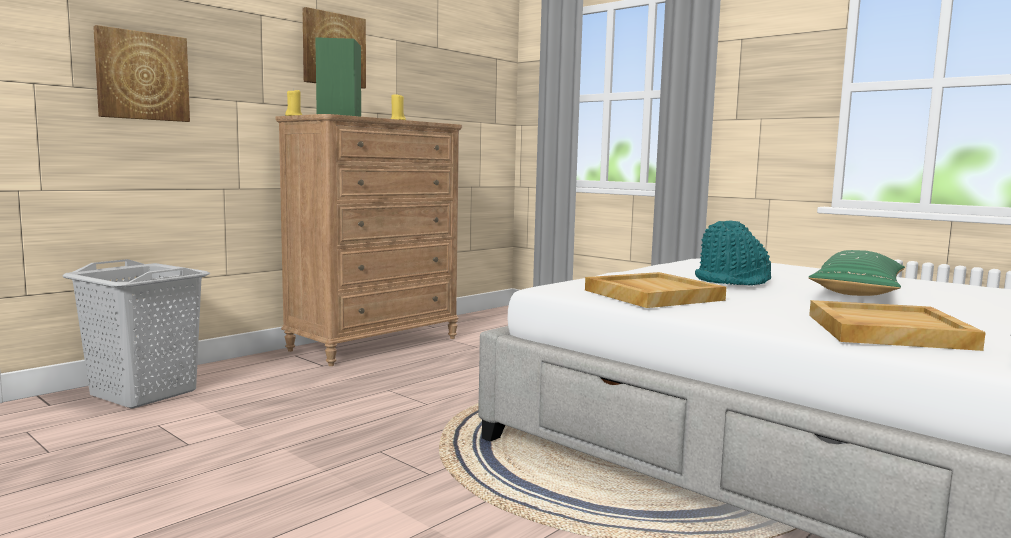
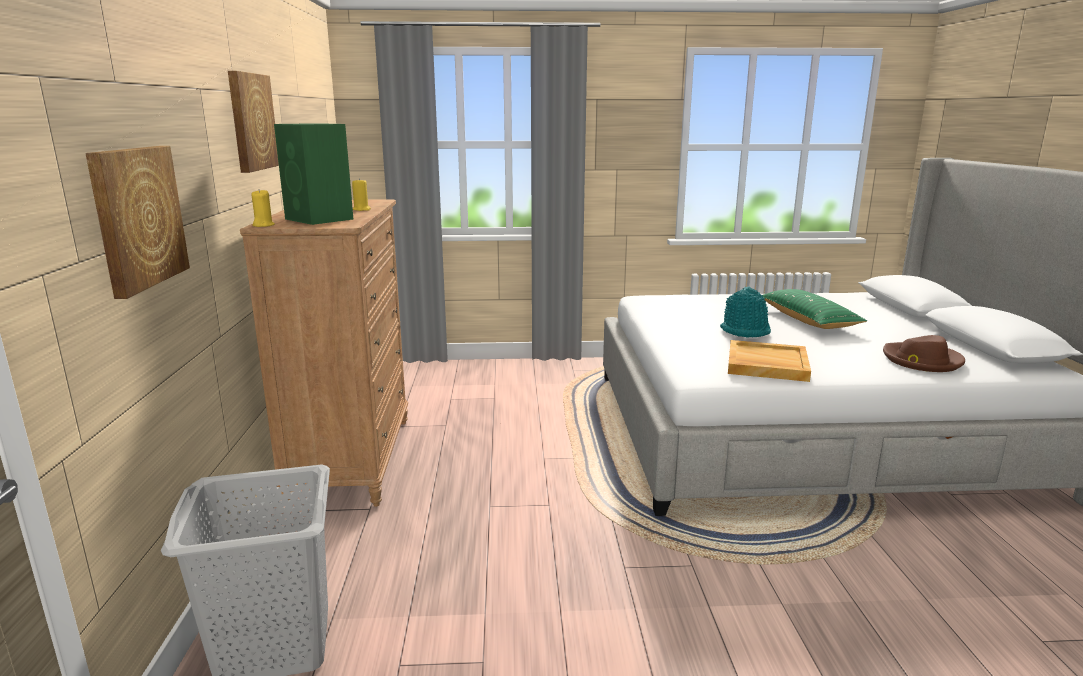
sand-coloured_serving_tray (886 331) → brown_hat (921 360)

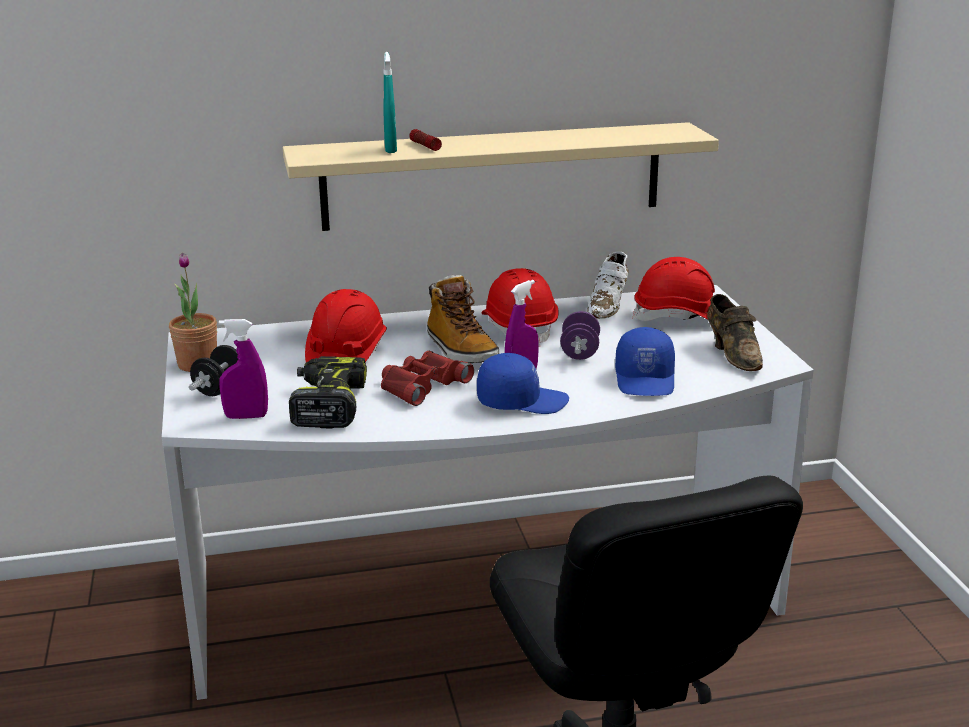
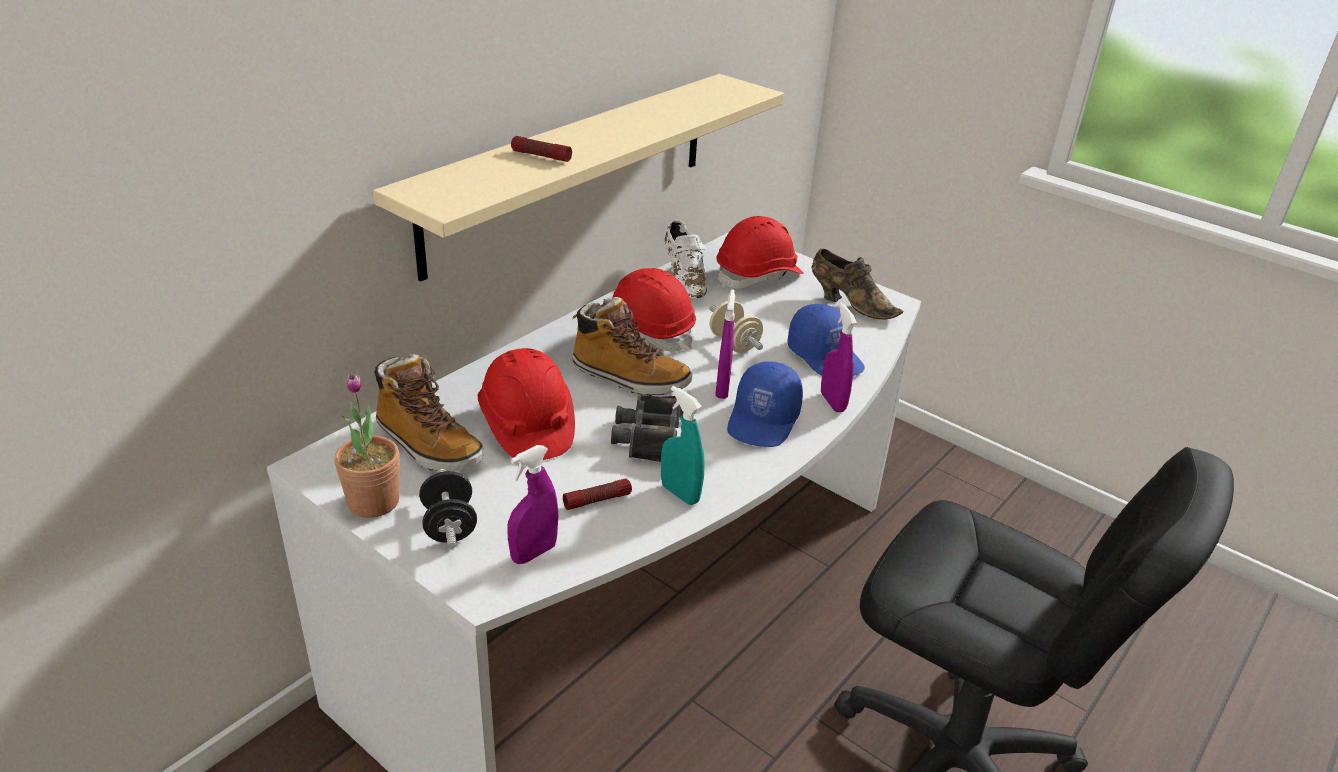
- → boot (427 445)
- → purple_hand_sprayer (832 402)
turquoise-coloured_hand_sprayer (390 149) → turquoise-coloured_hand_sprayer (680 493), relocated
power_drill (327 405) → torch (597 500)
red_binoculars (421 385) → black_binoculars (652 436)
purple_free_weight (580 352) → sand-coloured_free_weight (734 343)
bluish_baseball_cap (522 401) → bluish_baseball_cap (764 420), 150 degrees clockwise

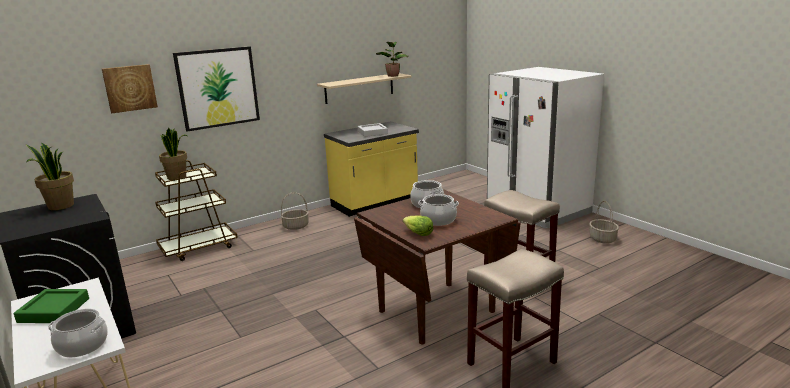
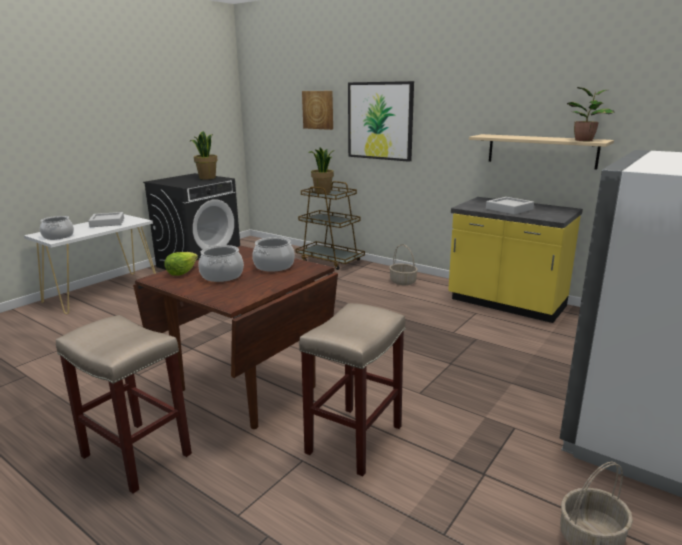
greenish_serving_tray (54 310) → gray_serving_tray (107 223)

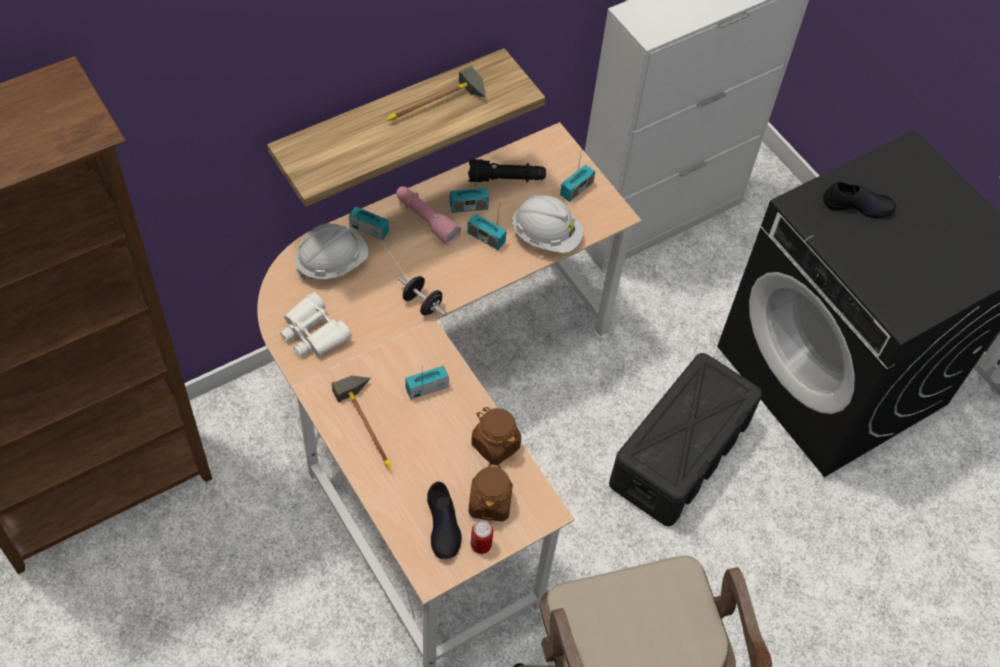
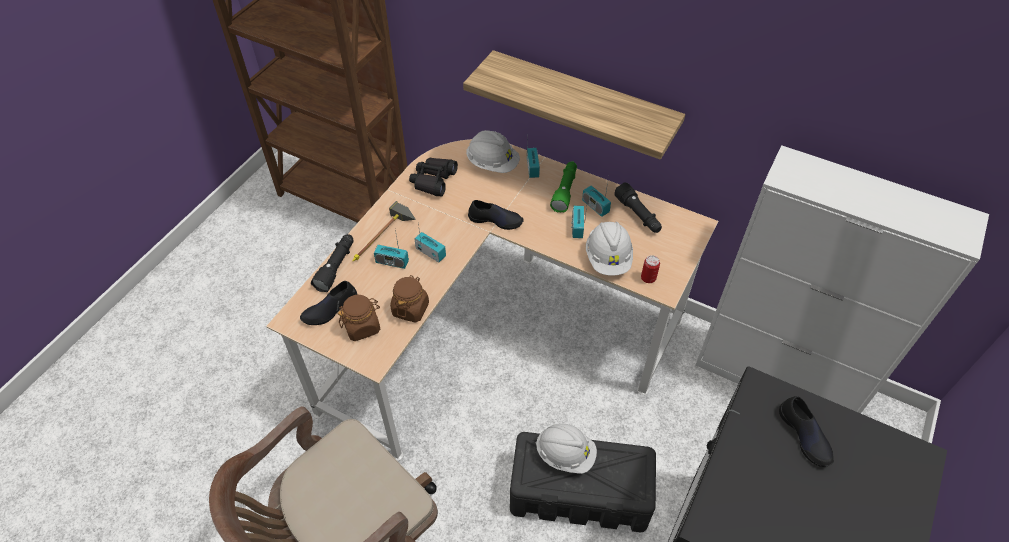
hammer (435 108) → -
- → black_torch (336 267)
- → whitish_hard_hat (565 454)
can (481 545) → can (648 278), relocated
radio_receiver (576 189) → radio_receiver (392 262), relocated
black_free_weight (422 304) → black_shoe (495 220)
whitish_binoculars (314 333) → black_binoculars (433 180)
pink_torch (426 220) → greenish_torch (565 191)

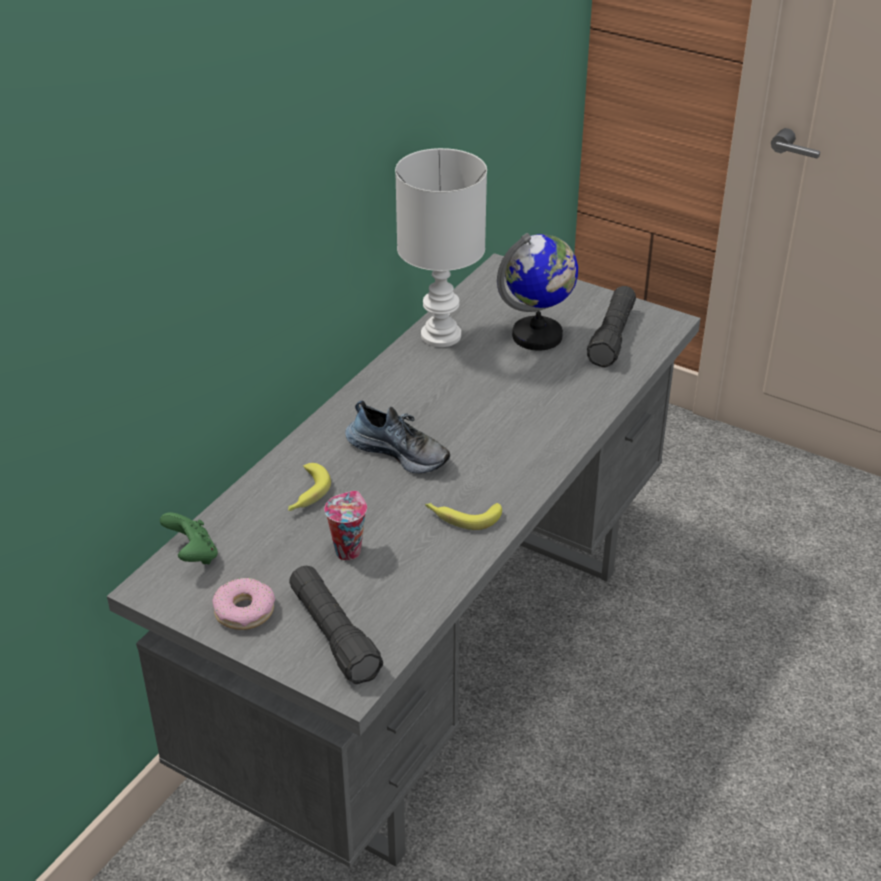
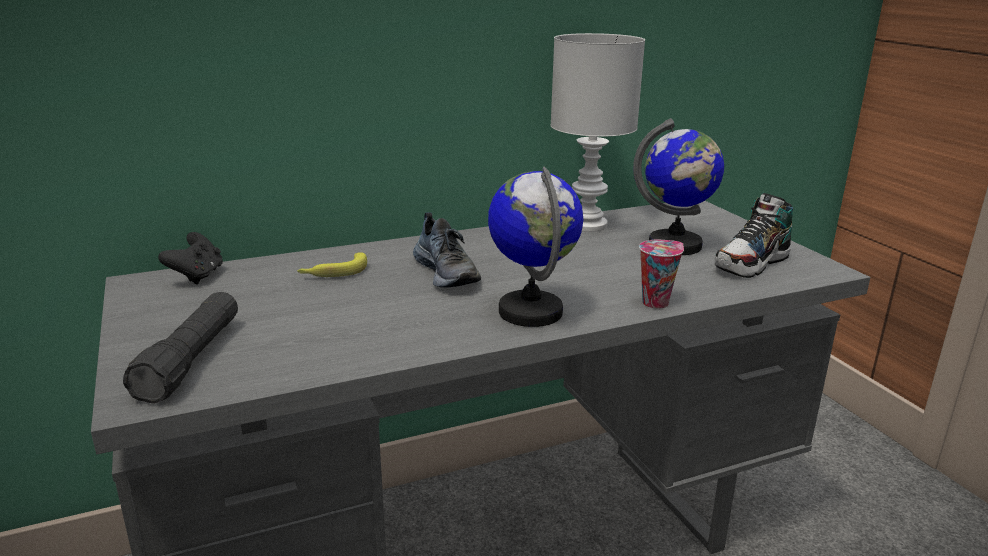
donut (244 611) → -
banana_fruit (462 517) → -
- → desk_globe (531 311)
cup (348 550) → cup (656 302), relocated
black_torch (612 337) → shoe (752 264)
greenish_gamepad (193 555) → black_gamepad (197 276)

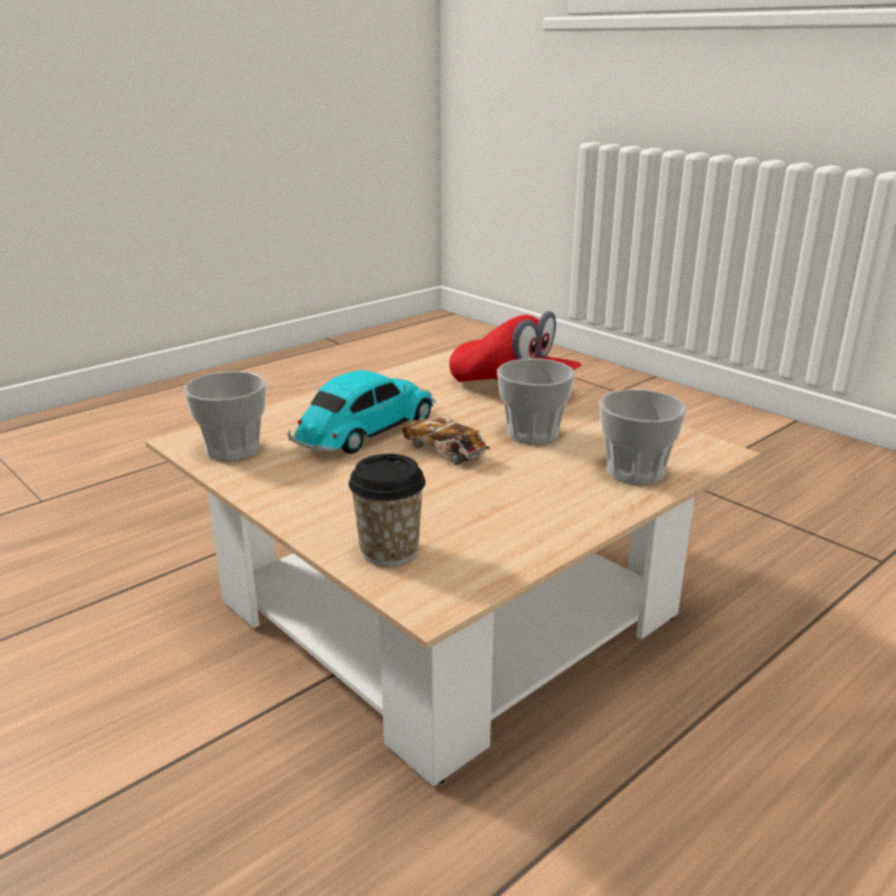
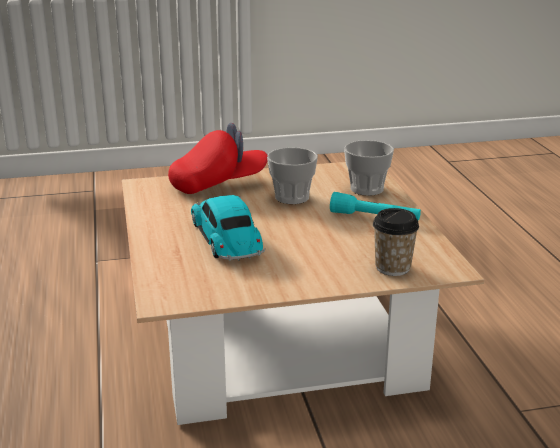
cup (232 449) → -
toy_car (444 452) → -
- → turquoise-coloured_torch (374 217)

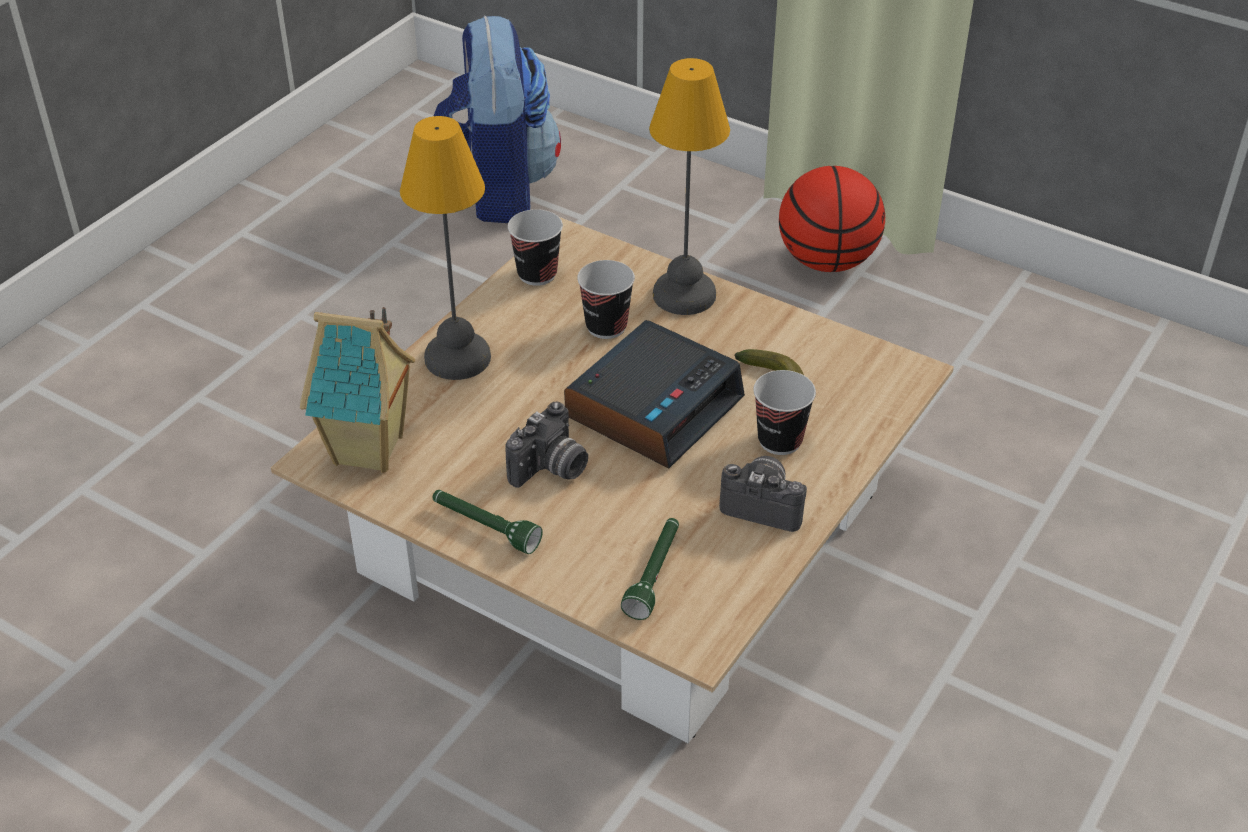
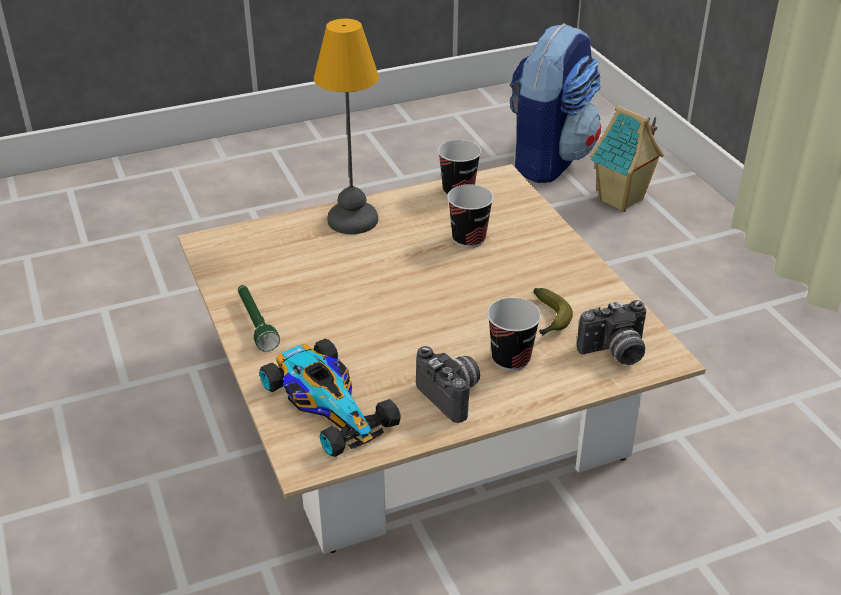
bedside_clock (654 406) → -
lamp_for_a_table (684 296) → -
basketball_ball (826 261) → -
toy_house (370 451) → toy_house (621 201), relocated
still_camera (551 470) → still_camera (614 353), relocated
greenish_torch (654 575) → toy_car (327 403)

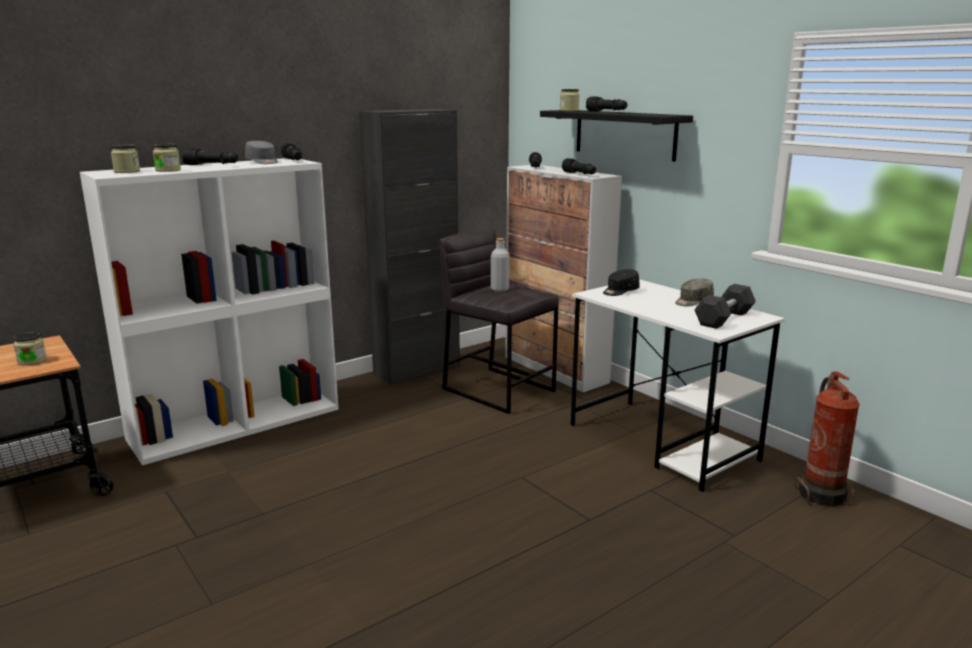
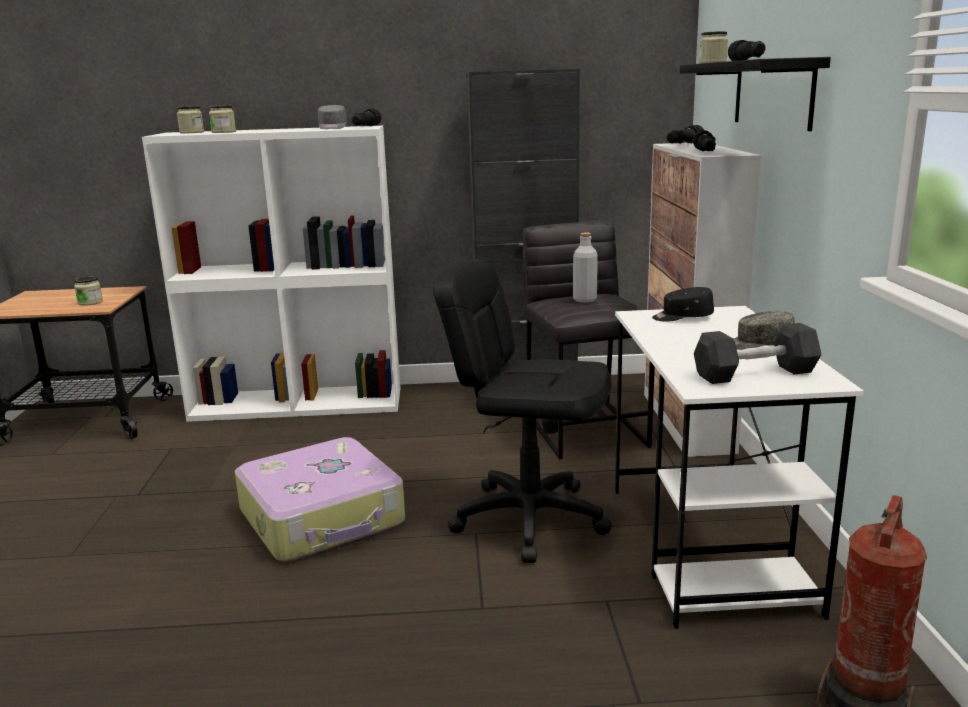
black_torch (212 165) → -
- → piece_of_luggage (323 517)
- → black_desk_chair (529 519)

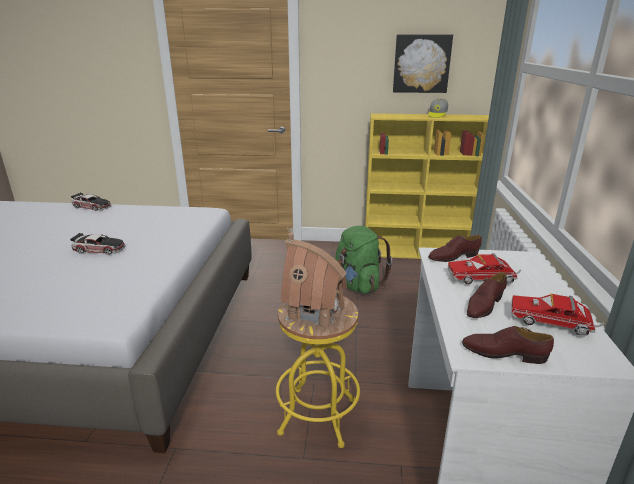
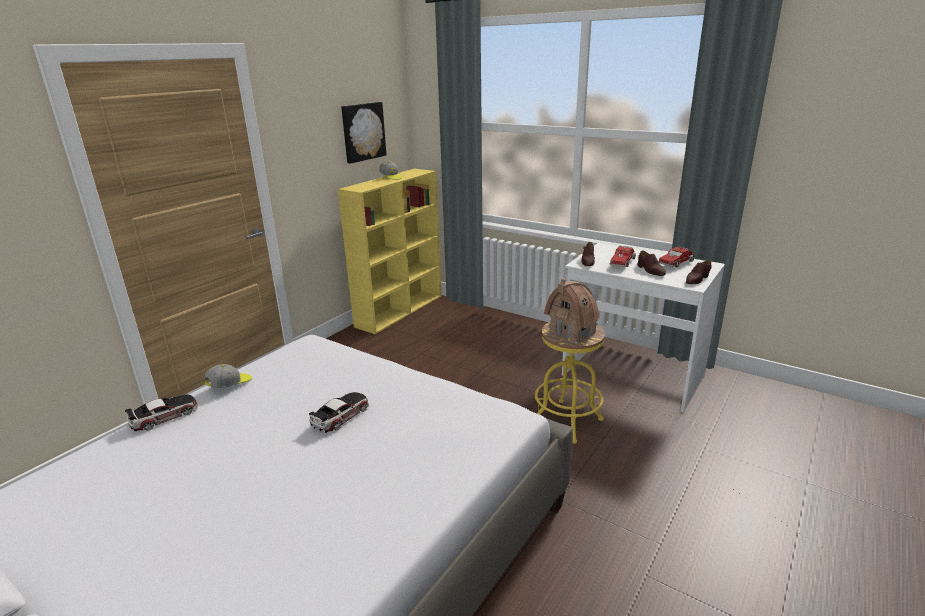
greenish_backpack (358 285) → -
- → baseball_cap (230 385)

